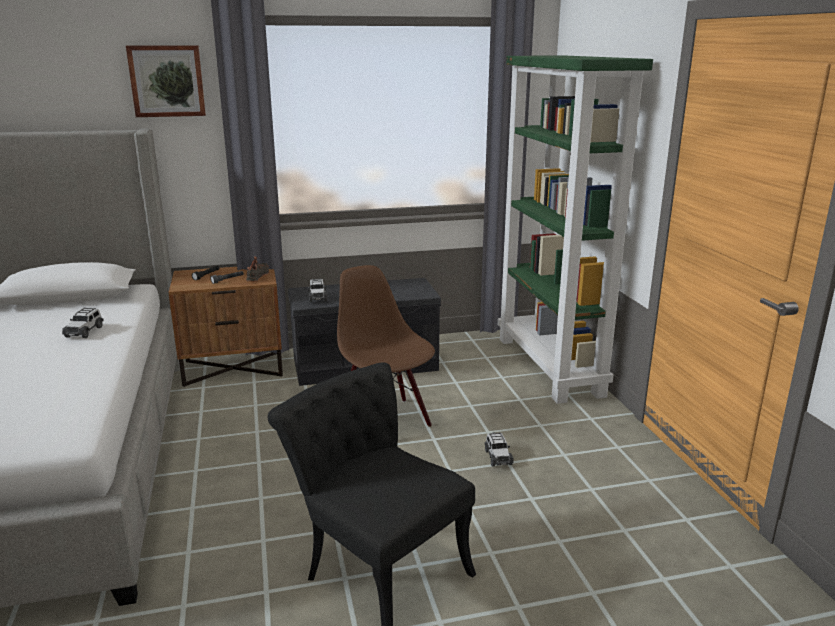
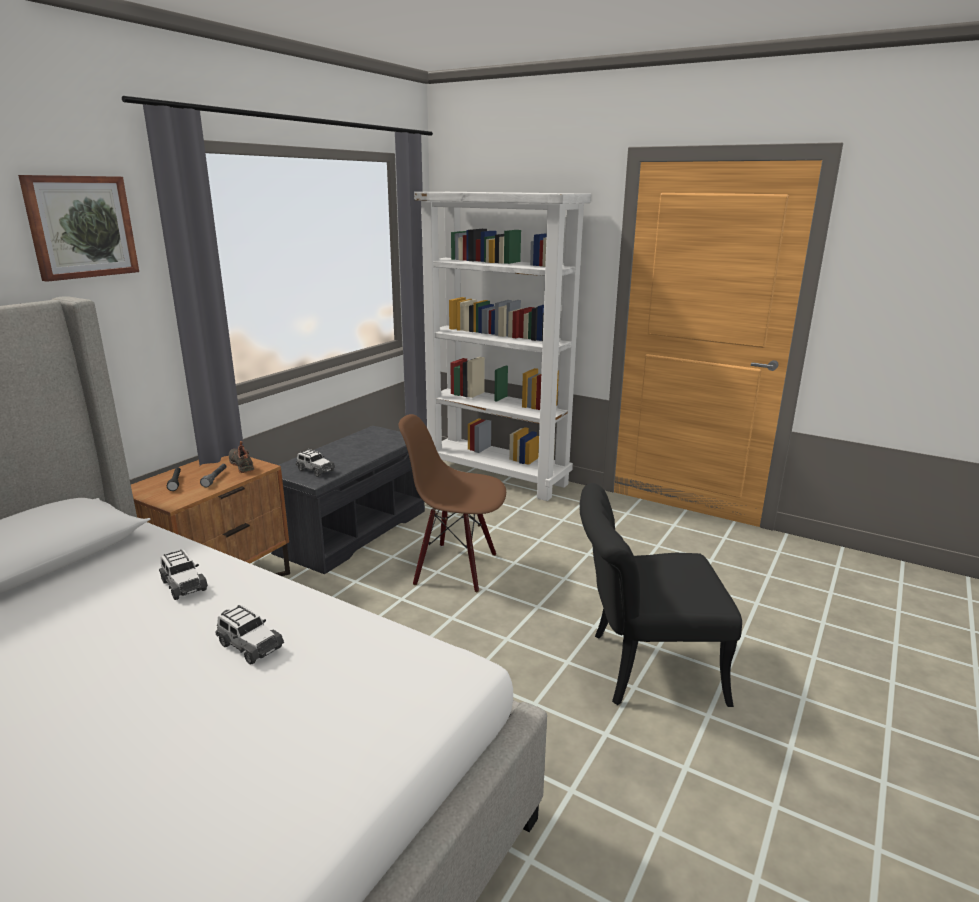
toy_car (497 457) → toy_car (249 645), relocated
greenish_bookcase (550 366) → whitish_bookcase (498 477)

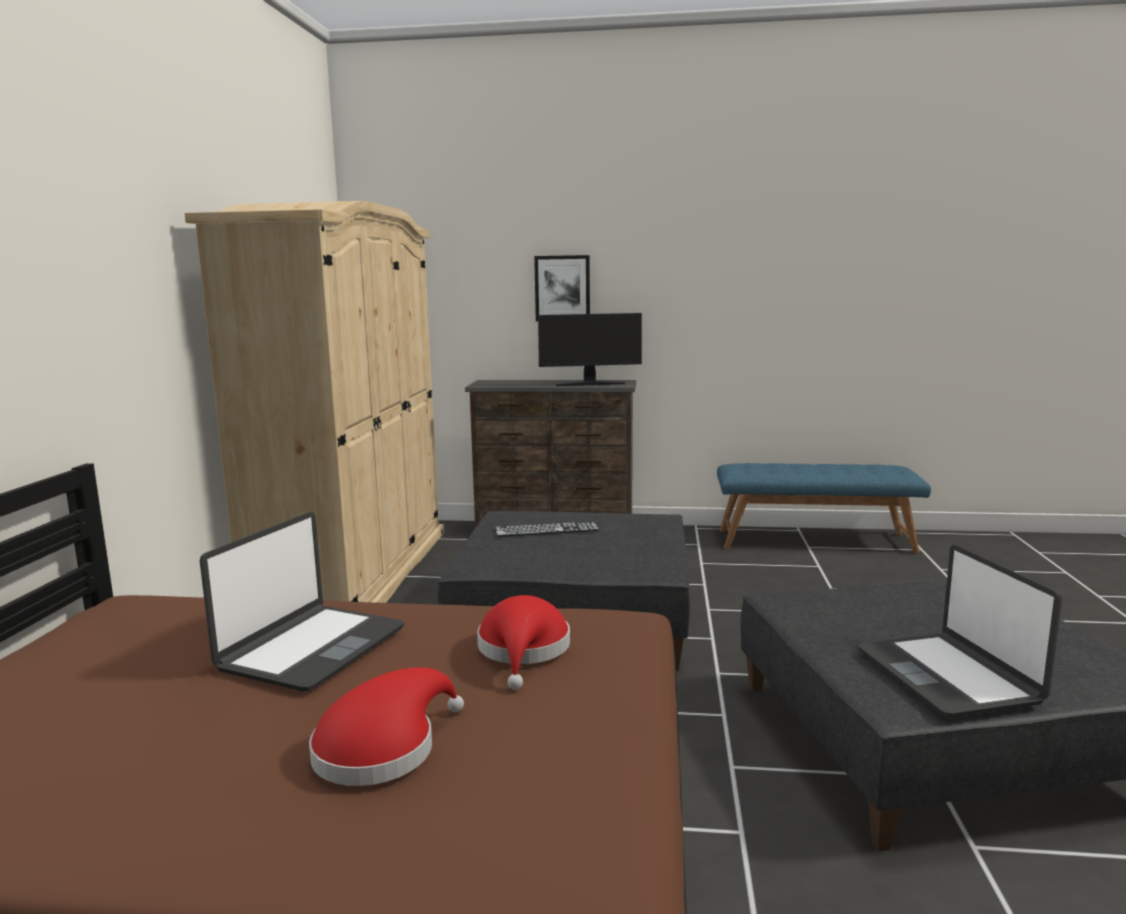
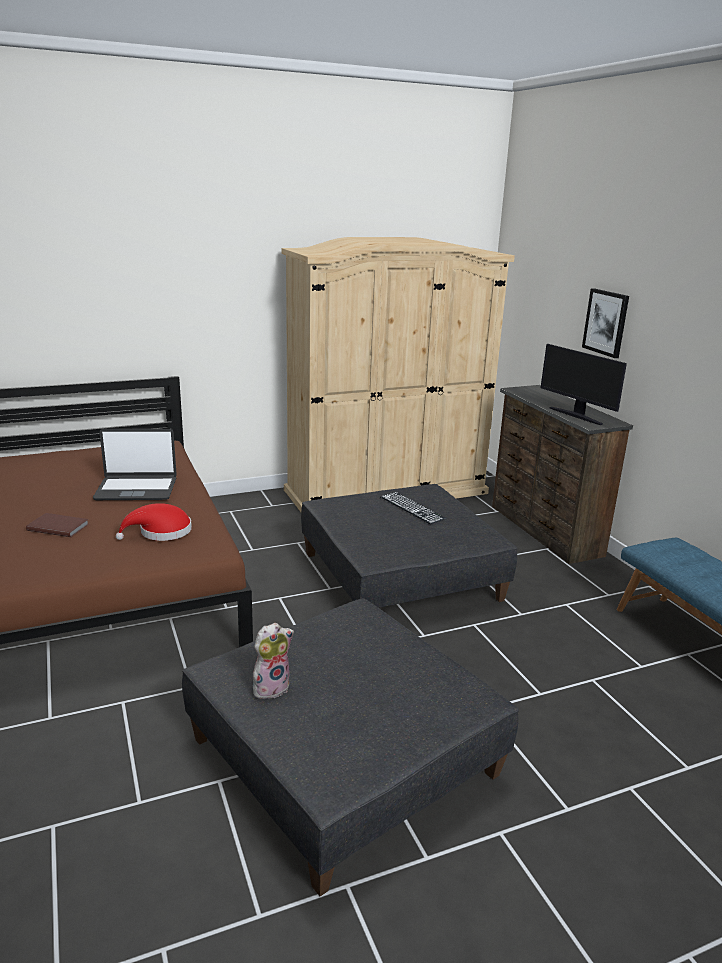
red_hat (382 748) → brown_volume (58 527)
laptop (948 676) → soft_toy (271 687)

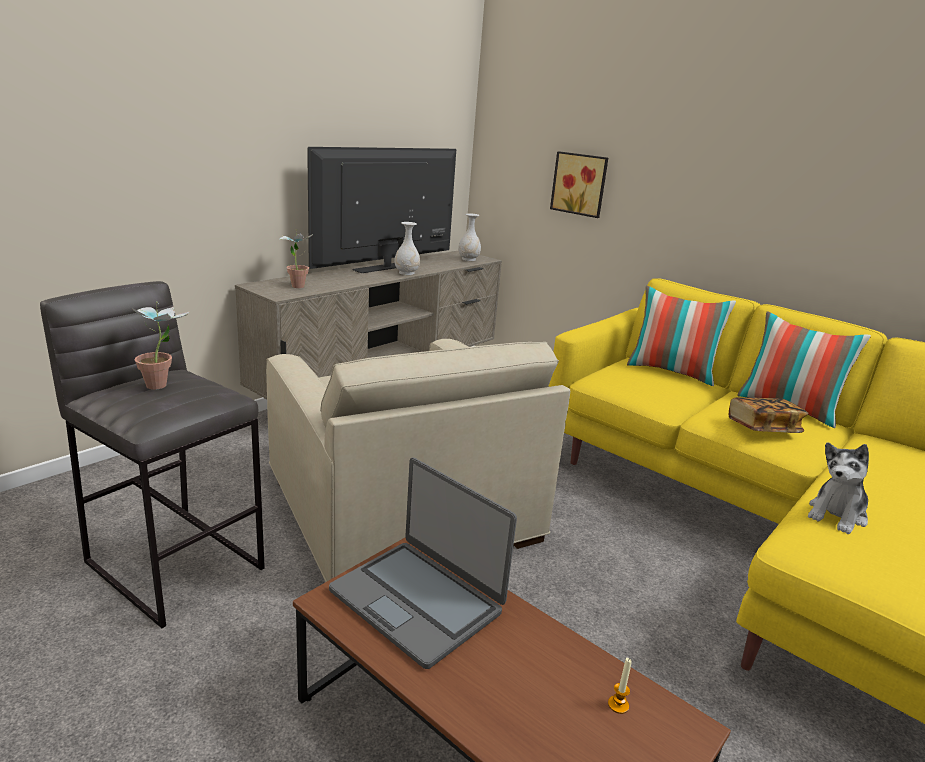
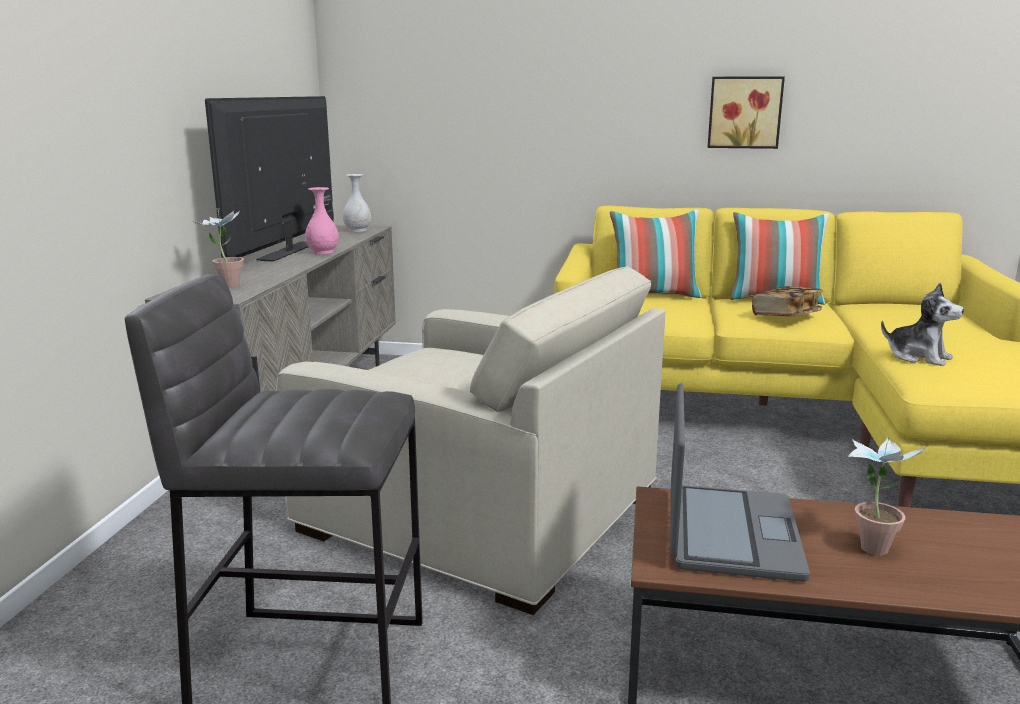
candle (618 705) → -
potted_plant (163 384) → potted_plant (872 543), relocated
picture (580 184) → picture (744 112), relocated
whitish_flower_vase (407 273) → pink_flower_vase (323 252)
laptop (417 601) → laptop (730 533), 90 degrees counterclockwise
soft_toy (837 515) → soft_toy (918 357), 60 degrees counterclockwise

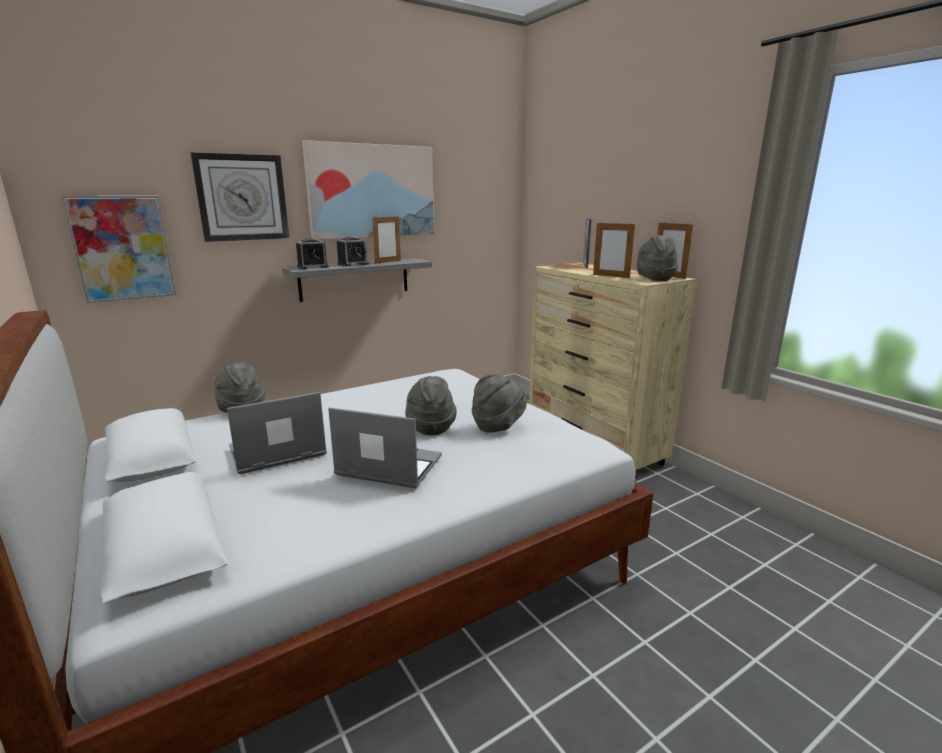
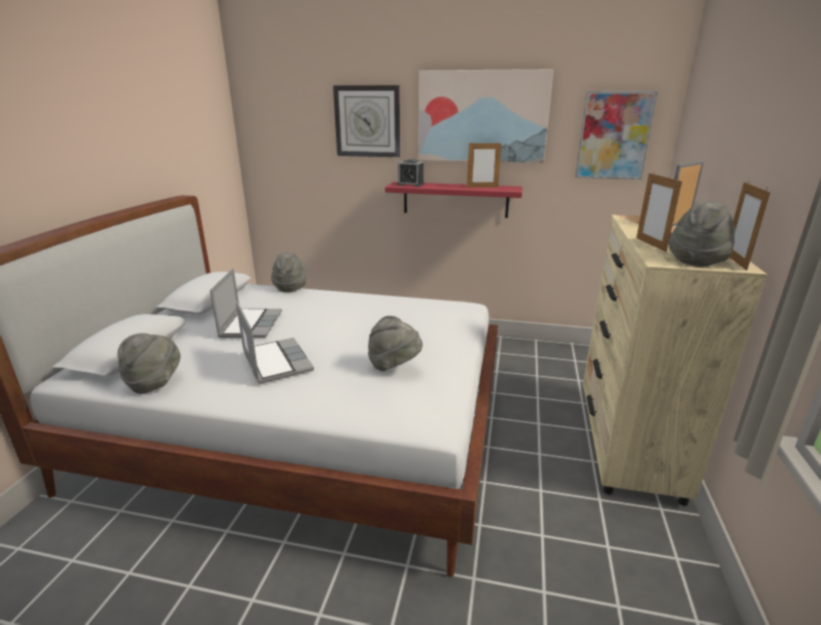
bedside_clock (353 264) → -
picture (122 248) → picture (614 136), relocated
gray_hat (430 427) → gray_hat (154 382), relocated
gray_shelf (355 279) → red_shelf (455 199)
laptop (276 453) → laptop (250 324), 75 degrees clockwise

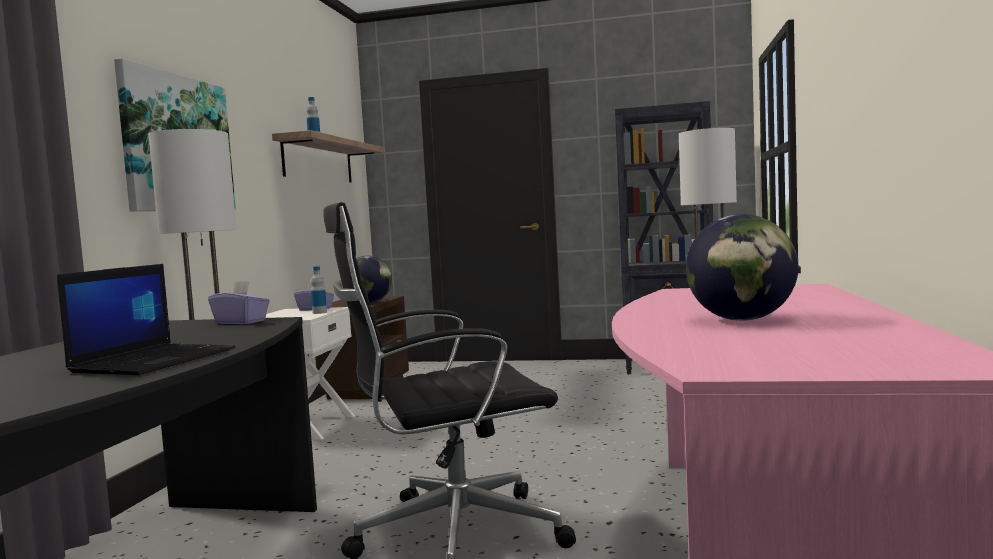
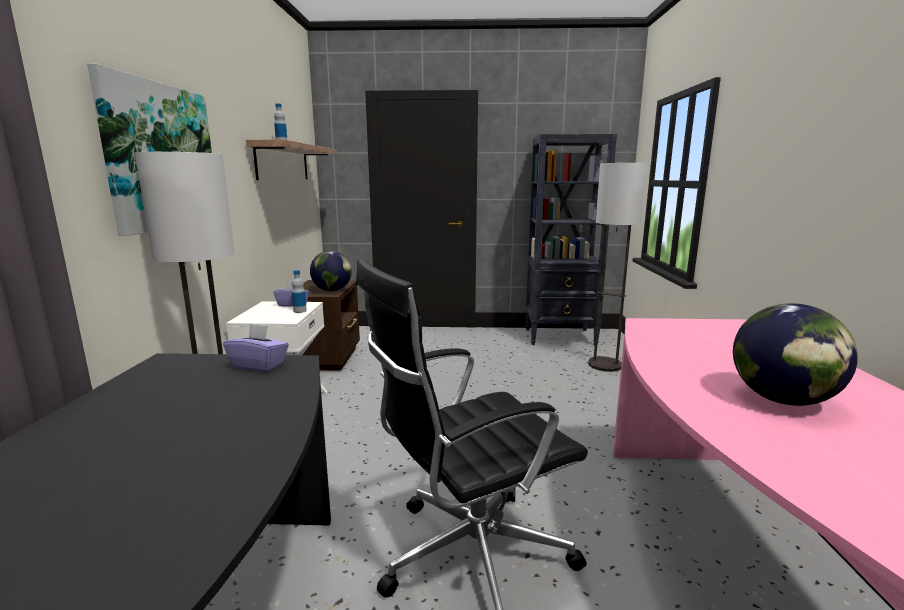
laptop (155 360) → -

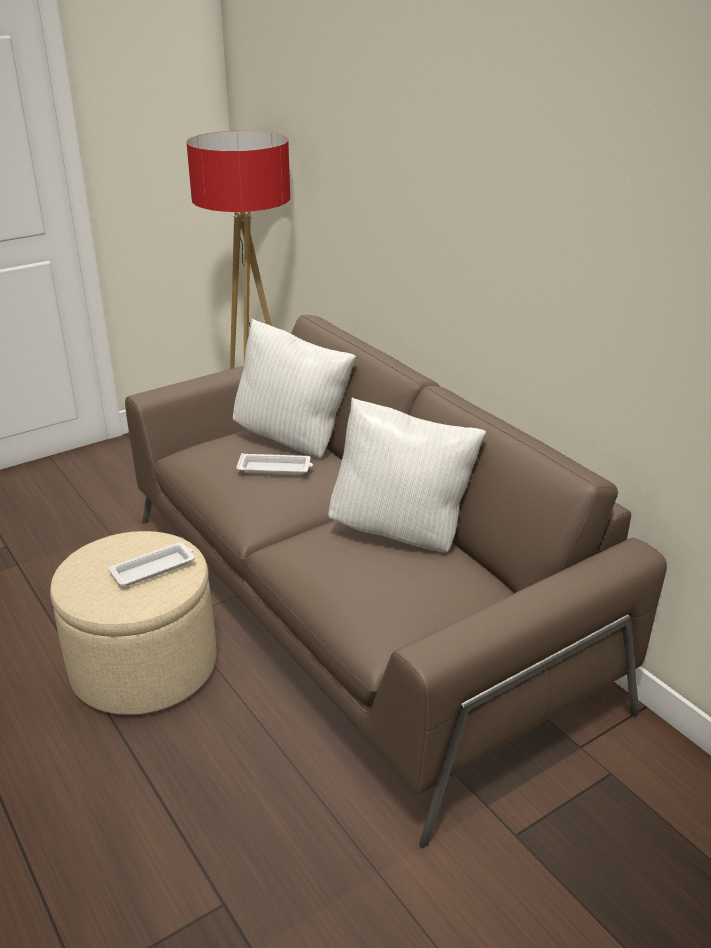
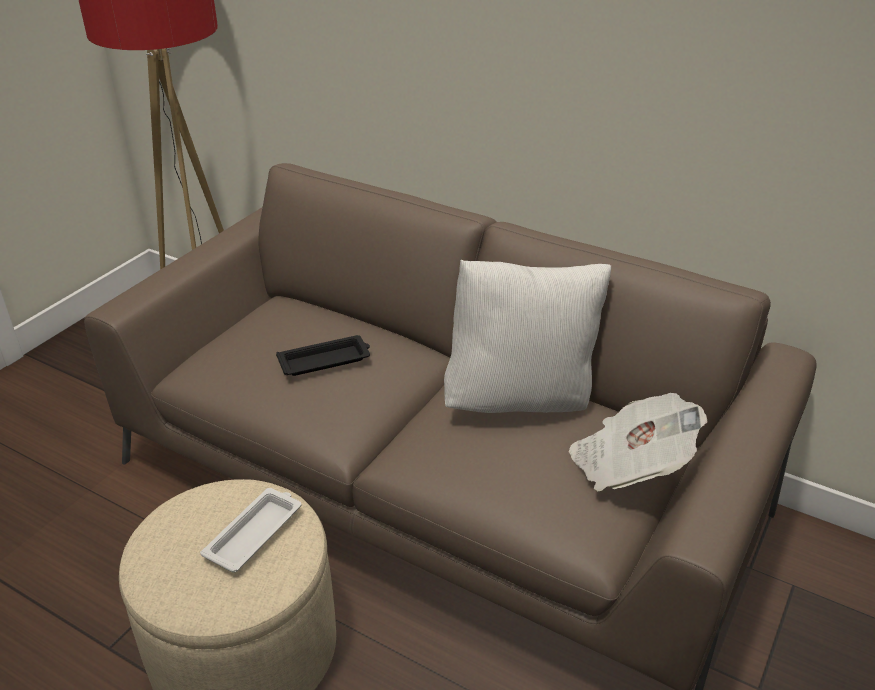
whitish_cushion (293 440) → -
- → daily_paper (630 465)
whitish_serving_tray (275 468) → black_serving_tray (326 360)

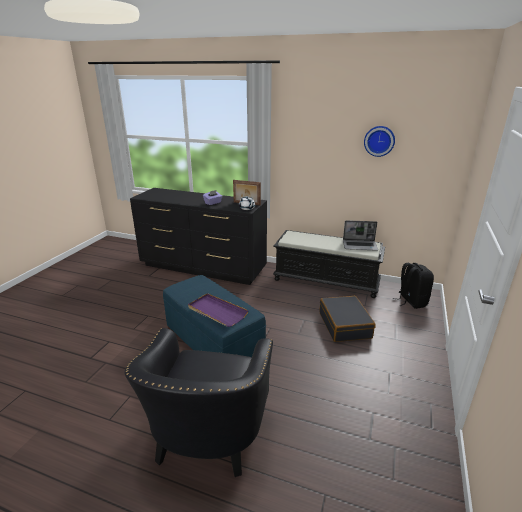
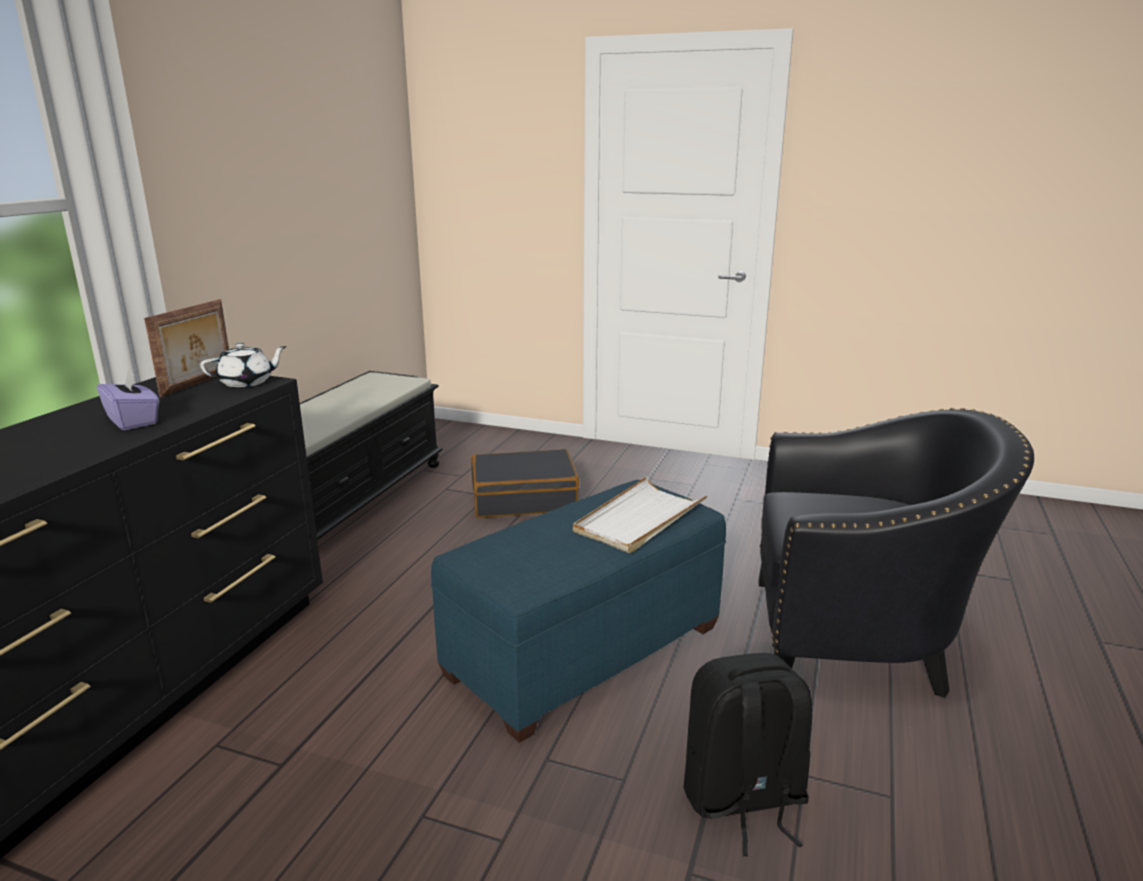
laptop (360 246) → -
hanging_clock (379 141) → -
black_backpack (411 301) → black_backpack (743 801), relocated
purple_serving_tray (217 311) → whitish_serving_tray (639 519)

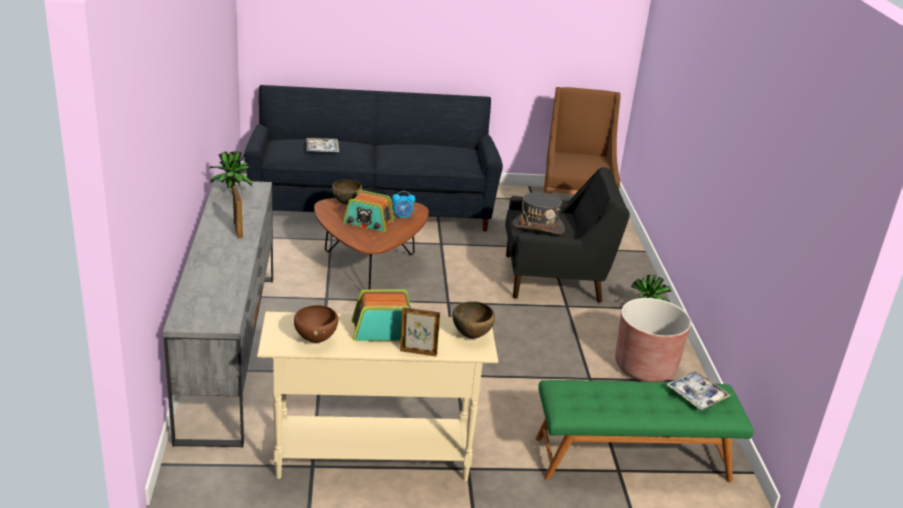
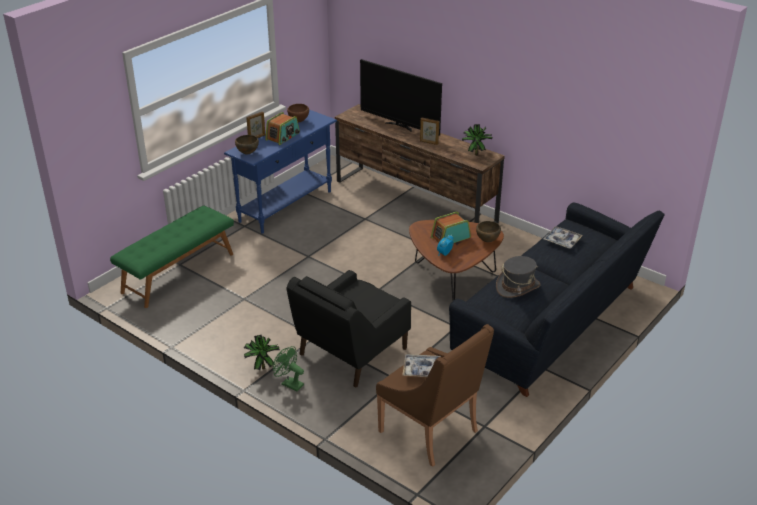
brown_planter (645 367) → -
- → greenish_cooling_fan (289 384)
- → television (400 126)
gray_hat (538 227) → gray_hat (517 287), relocated
serving_tray (696 395) → serving_tray (421 369), relocated
gray_tv_unit (230 351) → brown_tv_unit (415 201)
sand-coloured_narrow_table (372 458) → bluish_narrow_table (286 206)

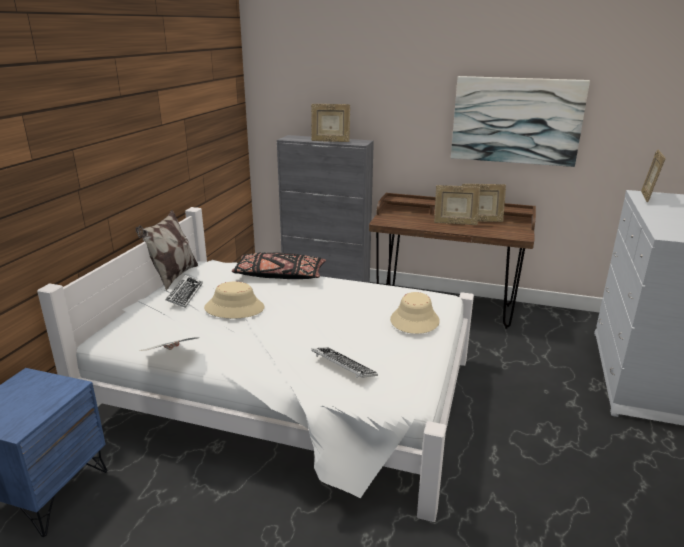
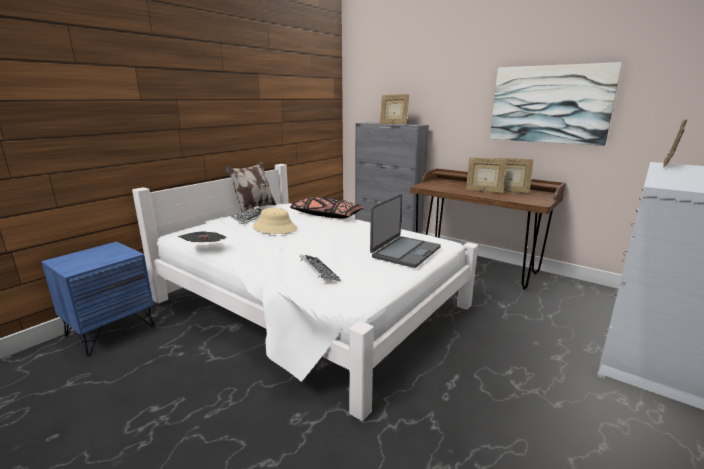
sand-coloured_hat (414 320) → laptop (405 252)

